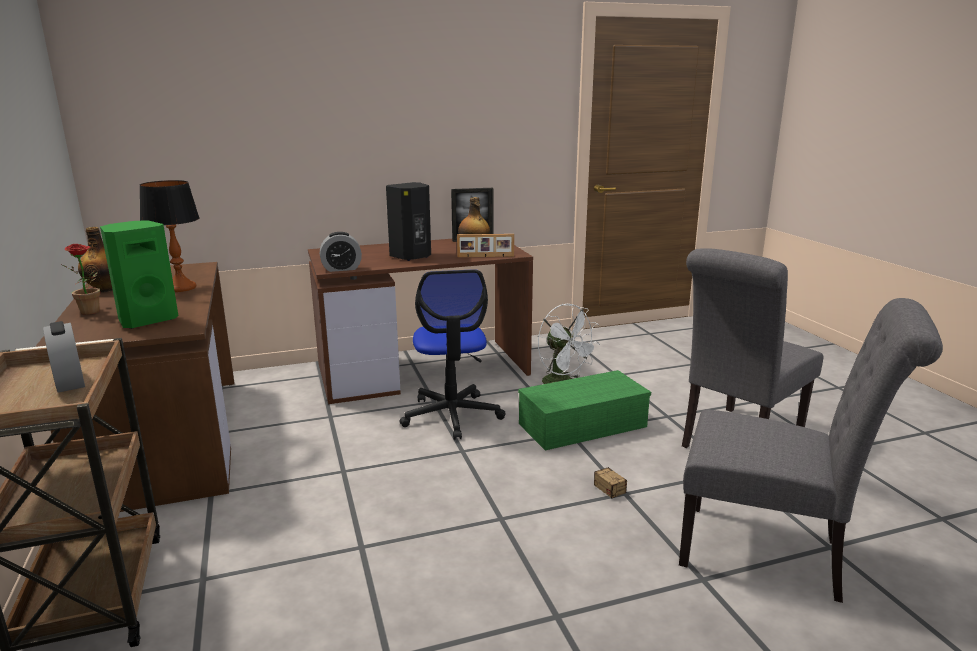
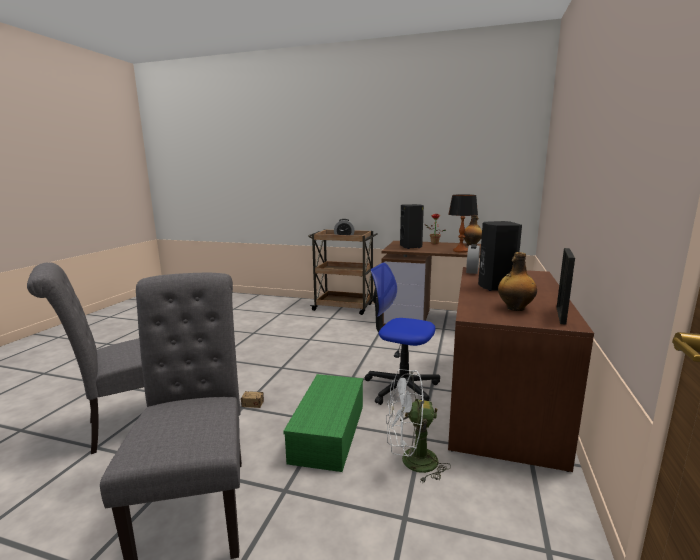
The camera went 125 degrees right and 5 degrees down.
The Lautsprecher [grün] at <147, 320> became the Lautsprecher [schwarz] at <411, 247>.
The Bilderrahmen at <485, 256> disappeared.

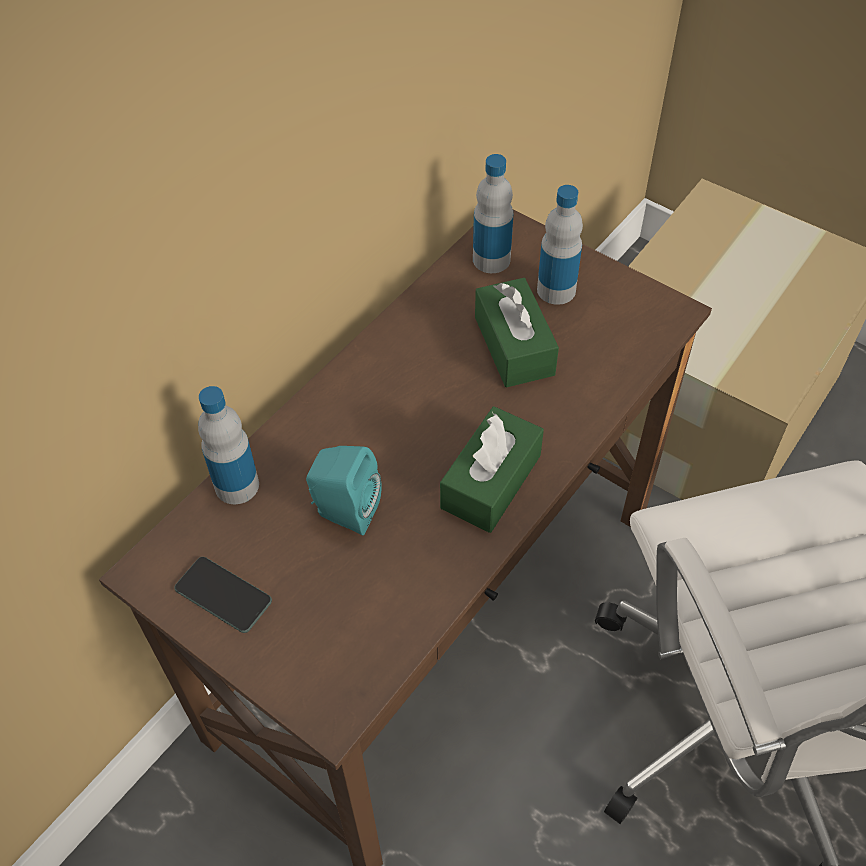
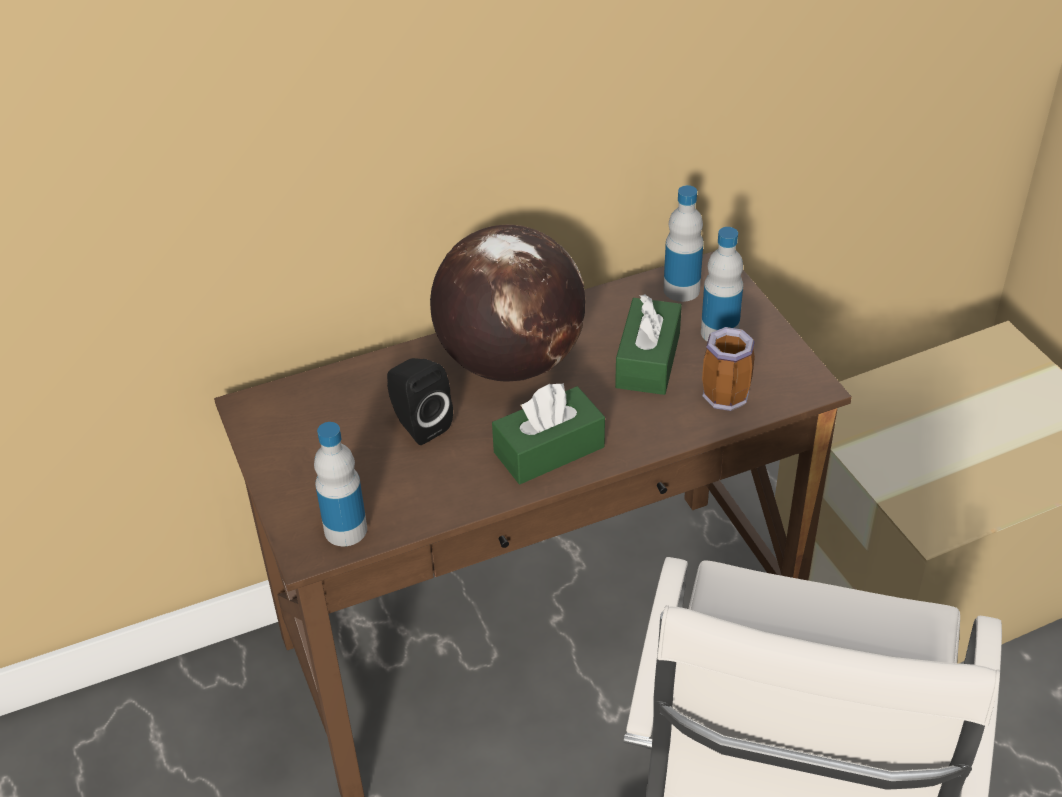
The camera went 30 degrees right and 10 degrees down.
The Flasche moved from <237, 485> to <345, 529>.
The Lautsprecher [türkis] at <344, 511> became the Lautsprecher [schwarz] at <418, 424>.
The Globus at <509, 361> appeared.
The Henkelbecher at <722, 392> appeared.
The Handy at <223, 595> disappeared.

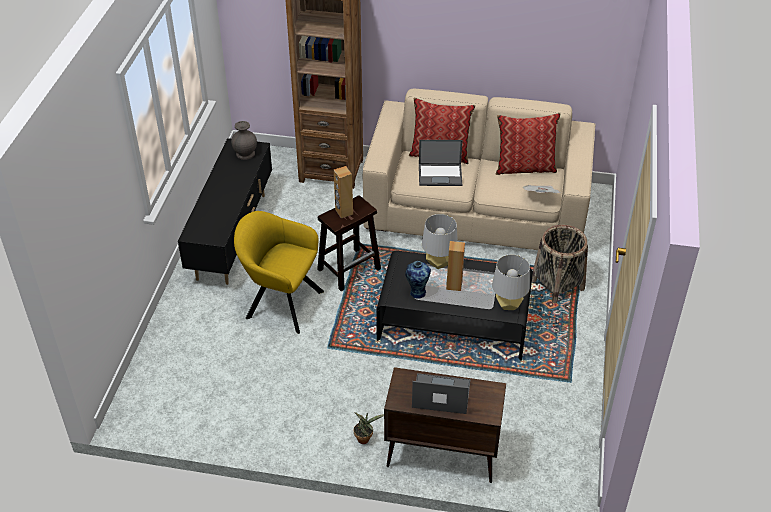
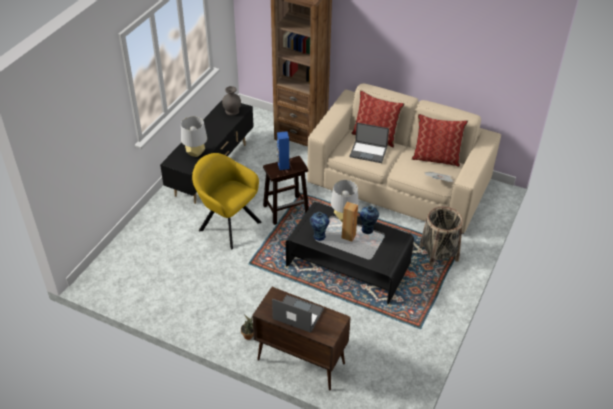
The camera went 15 degrees right and 0 degrees up.
The Tischlampe [grau] moved from <508, 305> to <195, 153>.
The Lautsprecher [braun] at <344, 212> became the Lautsprecher [blau] at <283, 166>.
The Vase at <368, 230> appeared.

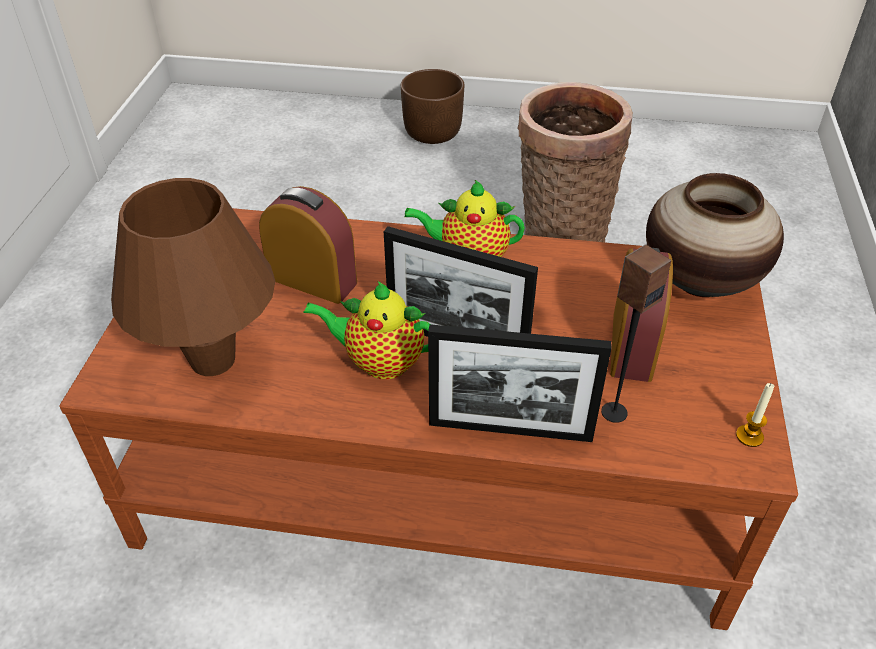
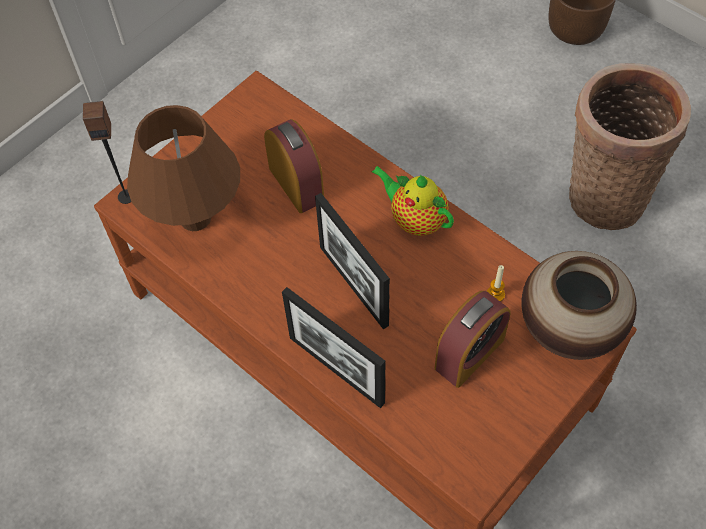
The camera went 35 degrees right and 15 degrees up.
The Lautsprecher moved from <613, 412> to <126, 196>.
The Kerze moved from <749, 436> to <495, 294>.
The Teekanne at <379, 362> disappeared.

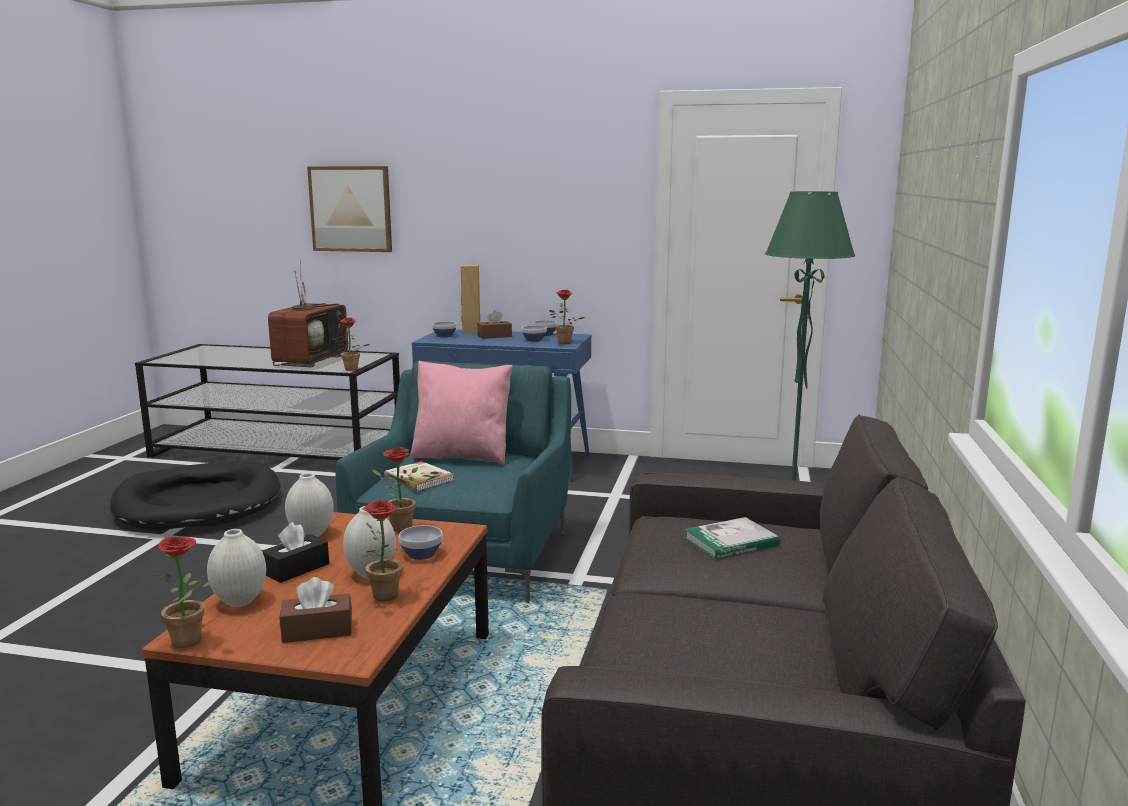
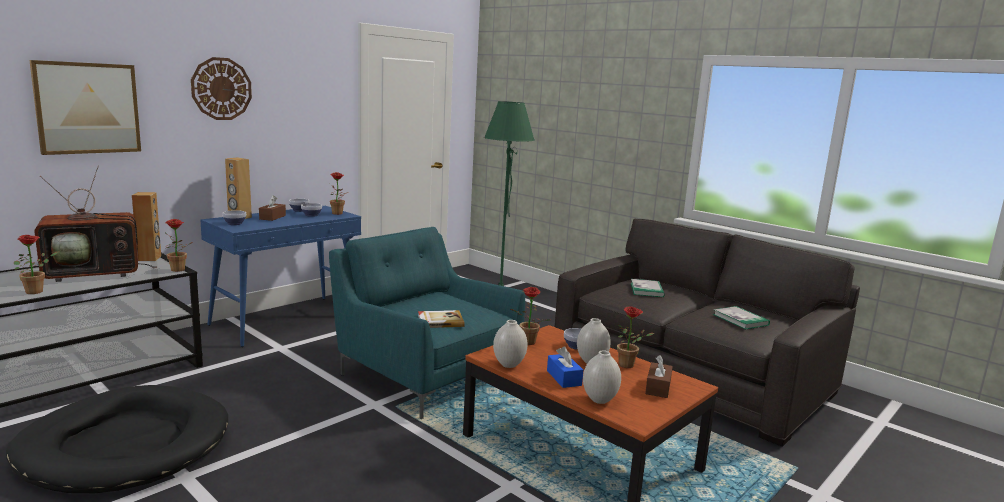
The camera went 60 degrees left and 0 degrees up.
The Topfpflanze moved from <193, 641> to <38, 291>.
The Fernseher at <310, 360> turned 105 degrees clockwise.
The Lautsprecher [braun] at <150, 258> appeared.
The Wanduhr at <221, 89> appeared.
The Taschentuchbox [schwarz] at <296, 569> became the Taschentuchbox [blau] at <564, 378>.
The Buch at <740, 320> appeared.
The Kissen [rosa] at <462, 456> disappeared.

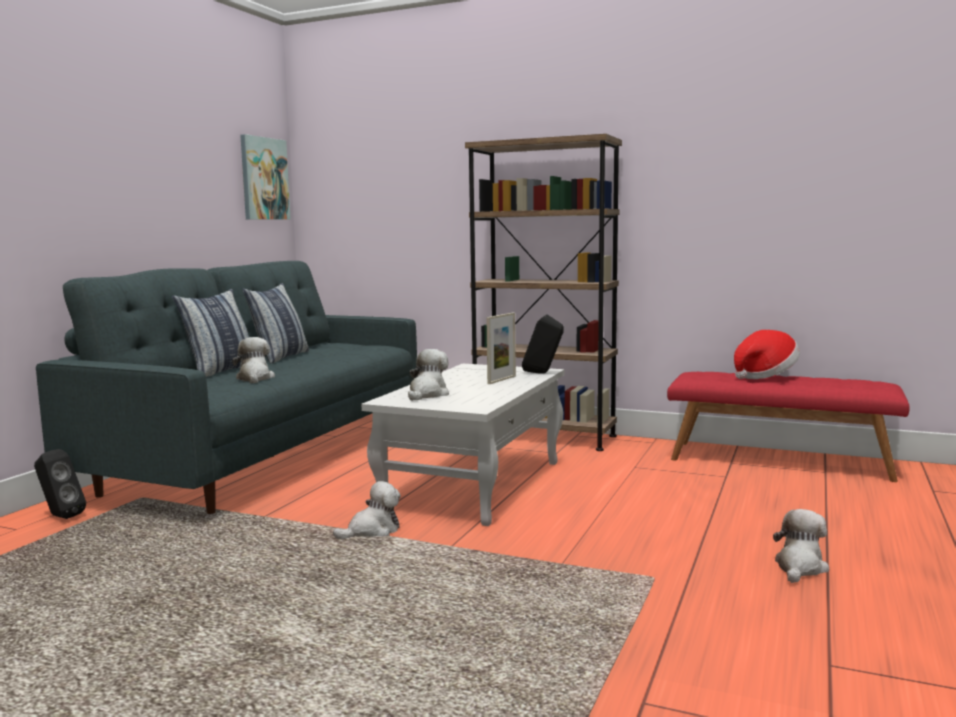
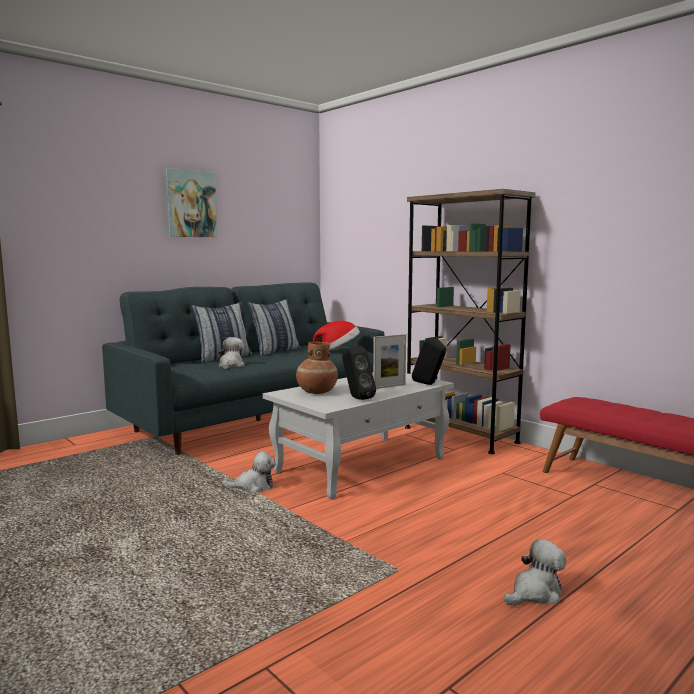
The camera went 25 degrees right and 0 degrees up.
The Bild moved from <264, 179> to <190, 204>.
The Plüschtier at <427, 394> was replaced by the Vase [braun] at <316, 392>.
The Hut moved from <764, 376> to <338, 350>.
The Lautsprecher [schwarz] moved from <60, 516> to <356, 398>.

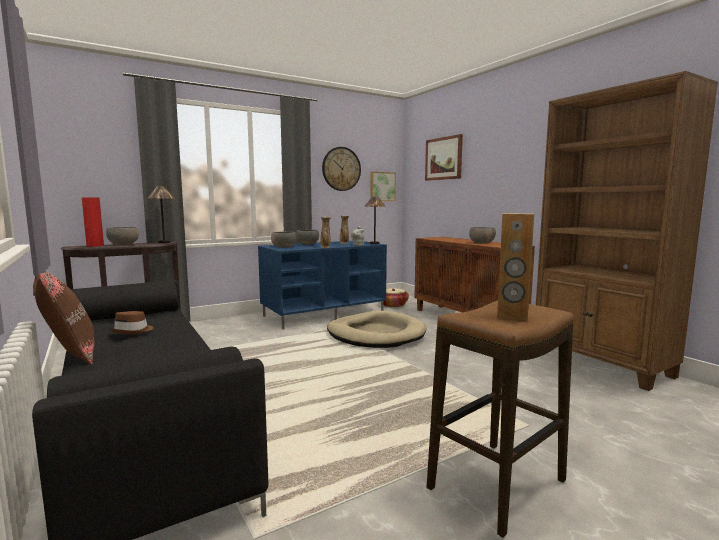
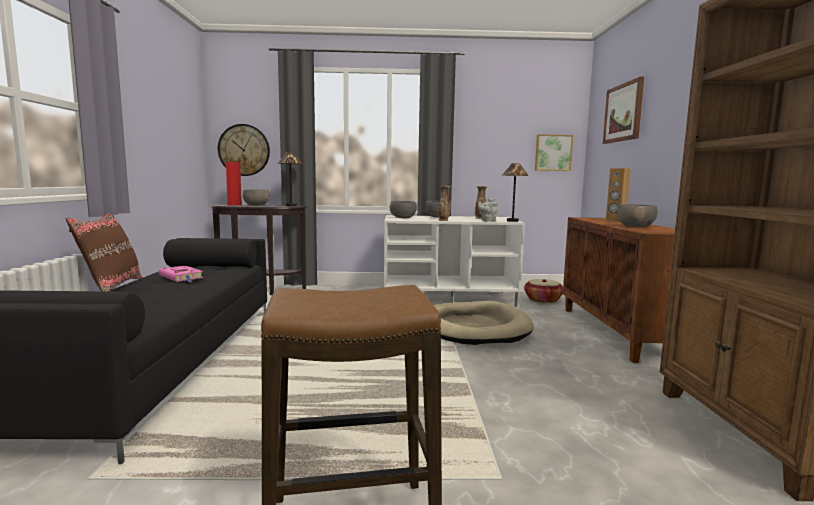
The camera went 30 degrees right and 0 degrees up.
The Hut [braun] at <133, 331> was replaced by the Buch [rosa] at <181, 277>.
The Wanduhr moved from <341, 169> to <244, 150>.
The Fernsehschrank [blau] at <324, 314> became the Fernsehschrank [weiß] at <449, 298>.
The Lautsprecher [braun] moved from <512, 315> to <615, 221>.

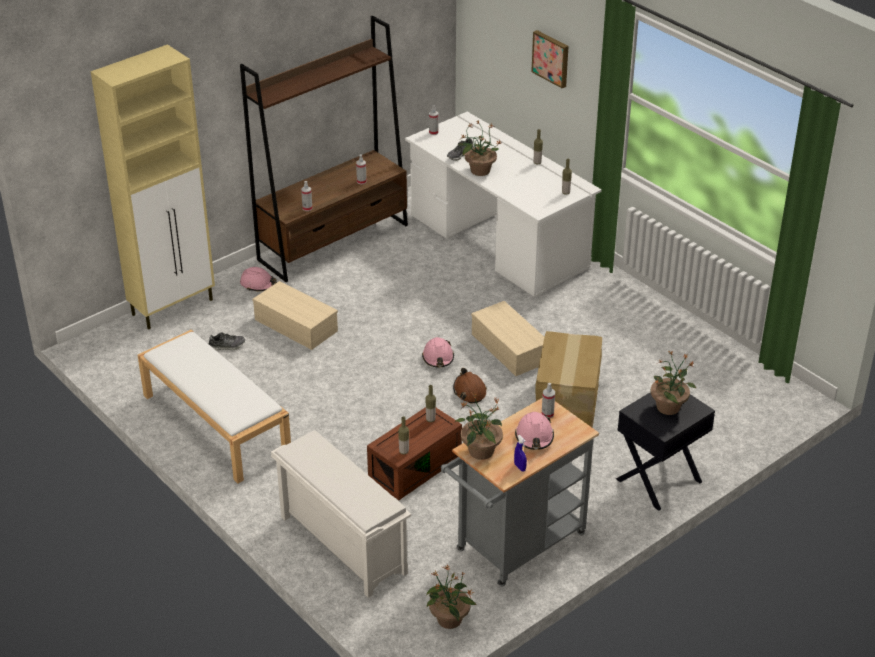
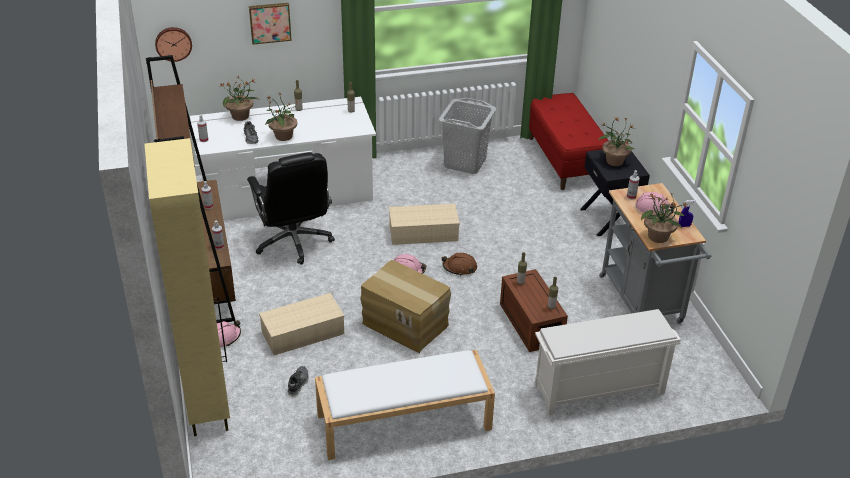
The camera went 65 degrees left and 0 degrees up.
The Wanduhr at <173, 43> appeared.
The Topfpflanze moved from <449, 620> to <241, 116>.
The Bürostuhl [schwarz] at <294, 241> appeared.
The Karton moved from <568, 402> to <405, 323>.
The Wäschekorb [grau] at <465, 162> appeared.
The Bank [rot] at <564, 160> appeared.

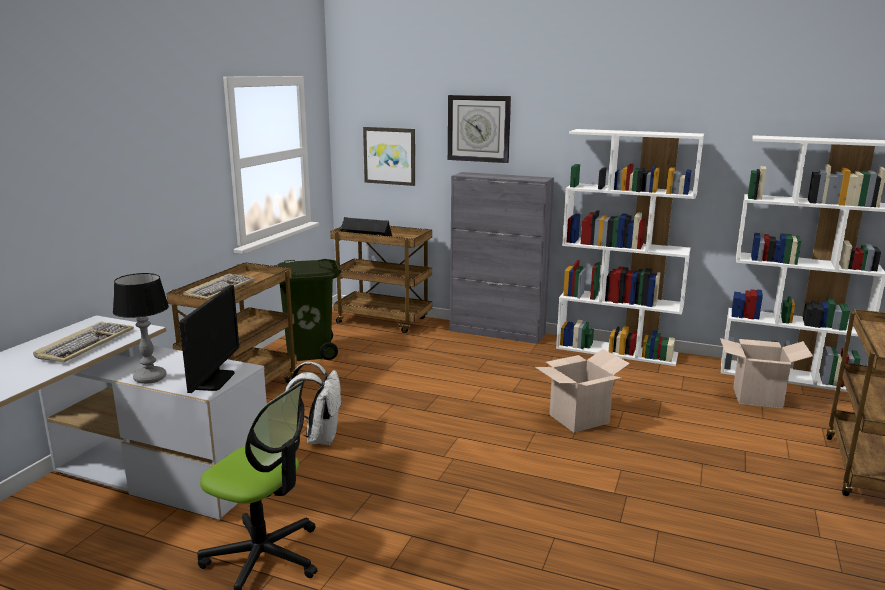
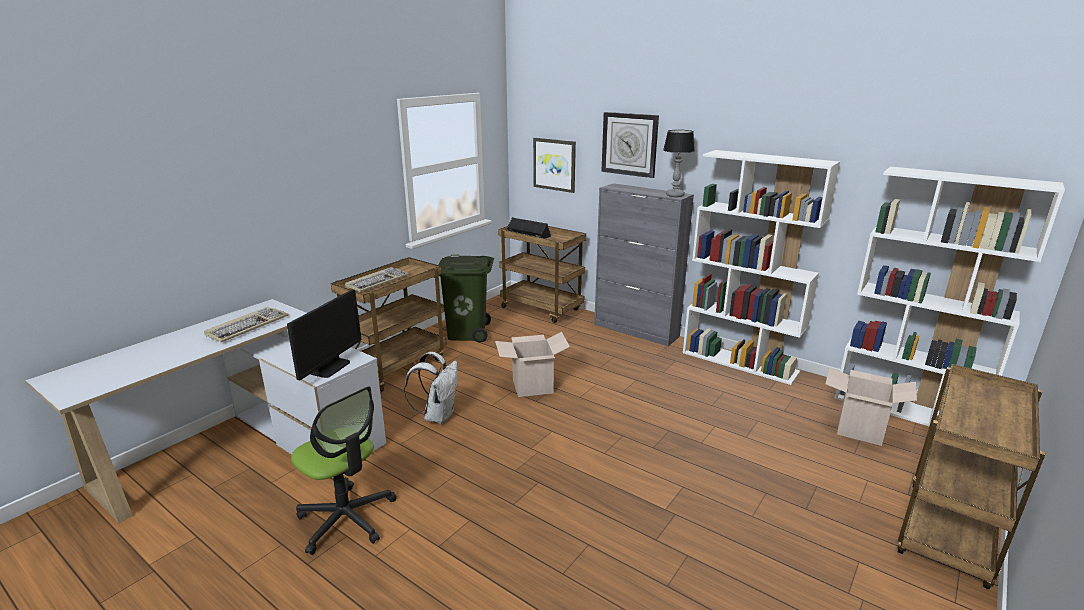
The camera went 15 degrees right and 5 degrees up.
The Karton moved from <578, 419> to <532, 386>.
The Tischlampe moved from <150, 378> to <675, 195>.

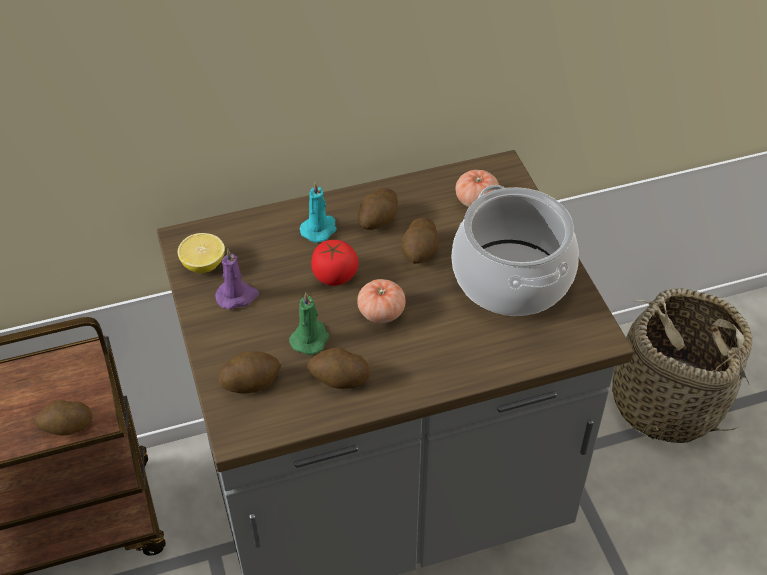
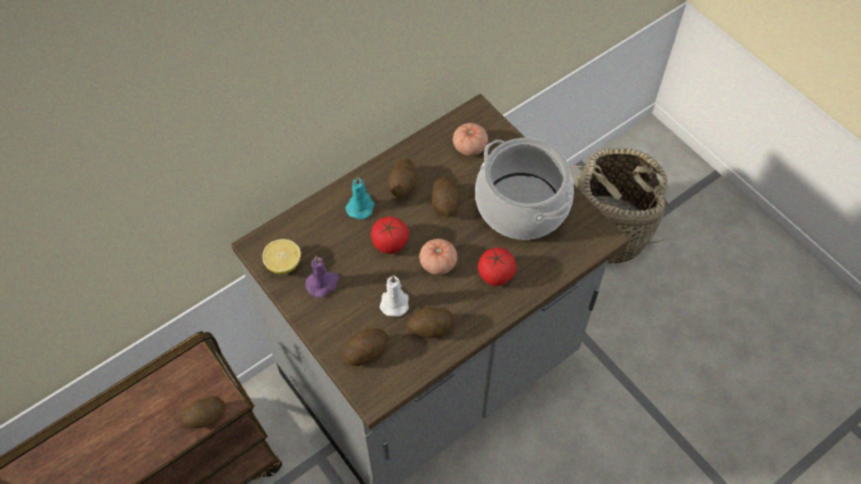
The camera went 20 degrees left and 10 degrees up.
The Kerze [grün] at <310, 338> became the Kerze [weiß] at <394, 301>.
The Tomate at <495, 274> appeared.

